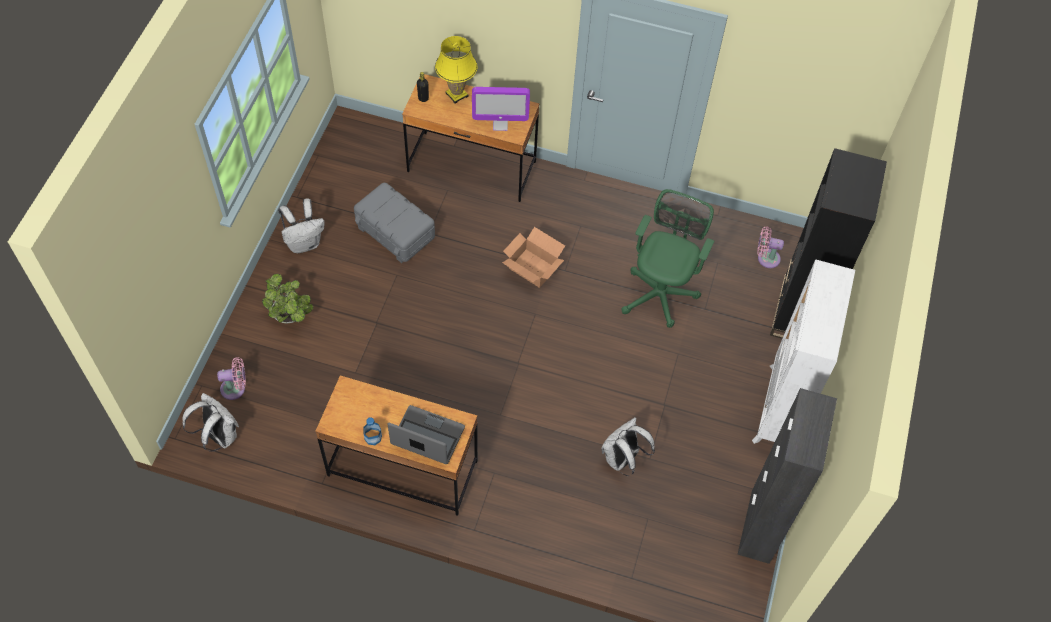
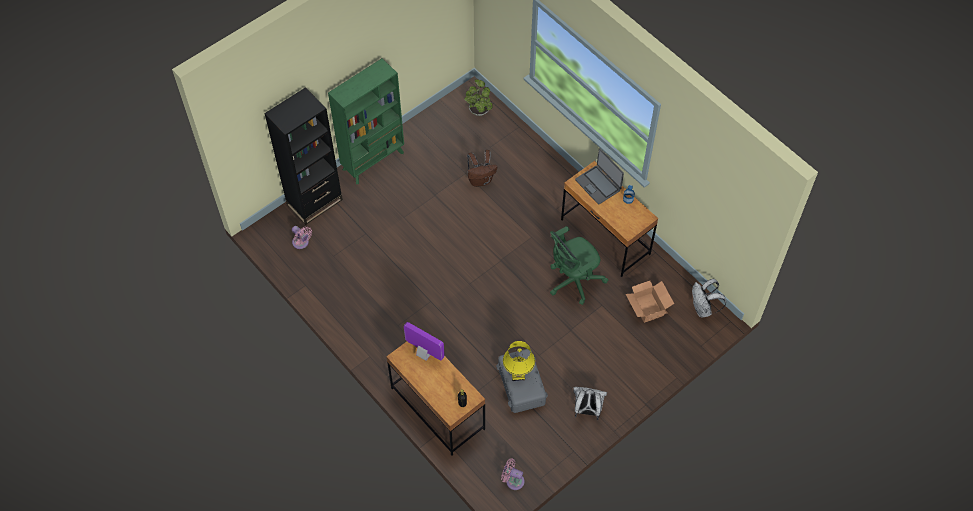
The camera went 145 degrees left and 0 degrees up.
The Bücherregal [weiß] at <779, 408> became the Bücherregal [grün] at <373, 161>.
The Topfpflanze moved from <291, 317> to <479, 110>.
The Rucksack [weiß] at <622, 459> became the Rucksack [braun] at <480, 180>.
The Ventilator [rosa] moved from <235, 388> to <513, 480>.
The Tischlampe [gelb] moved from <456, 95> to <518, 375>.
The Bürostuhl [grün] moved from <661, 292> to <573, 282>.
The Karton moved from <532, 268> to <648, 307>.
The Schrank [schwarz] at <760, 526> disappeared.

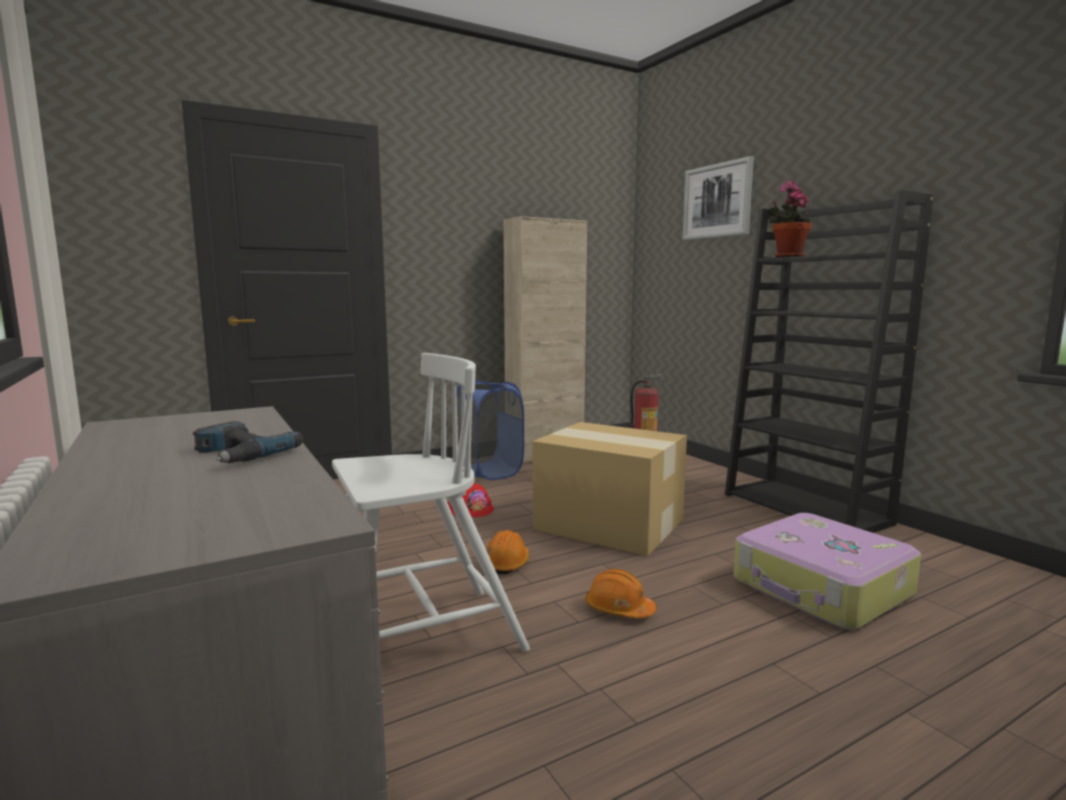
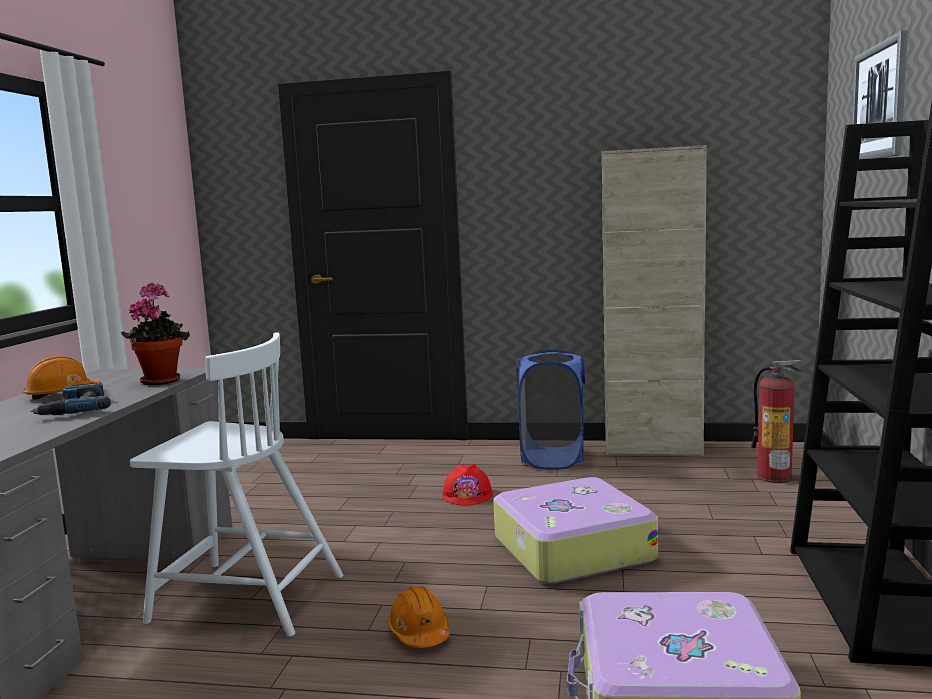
The camera went 40 degrees right and 0 degrees up.
The Schutzhelm [orange] moved from <506, 563> to <62, 394>.
The Topfpflanze moved from <786, 257> to <161, 380>.
The Karton at <610, 525> was replaced by the Koffer at <571, 548>.

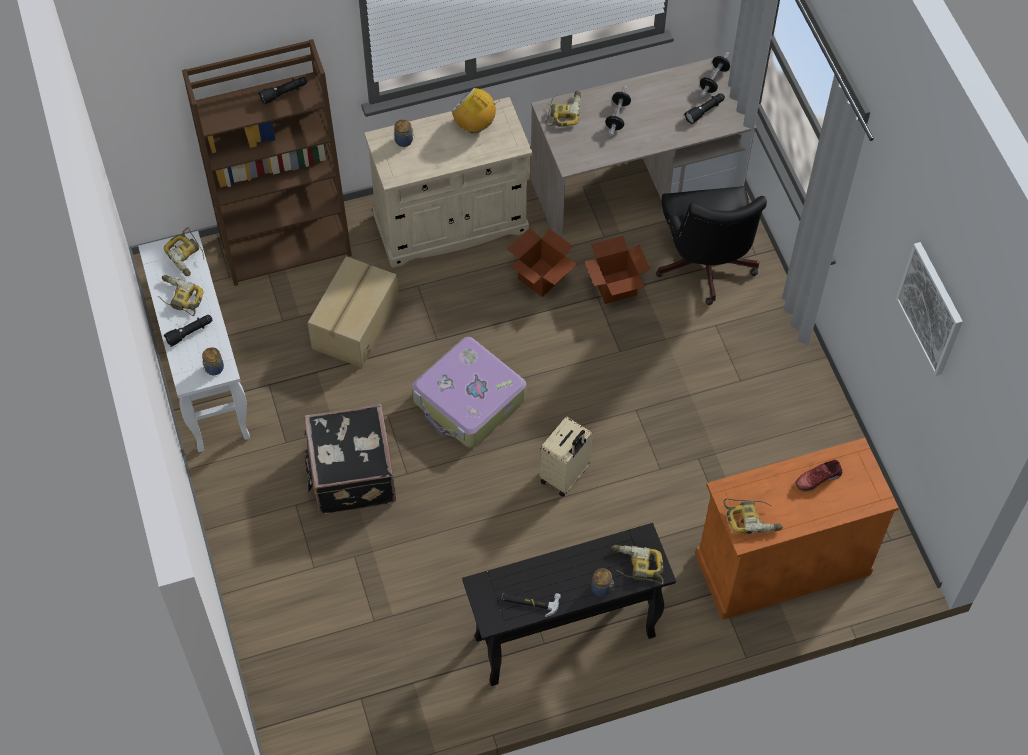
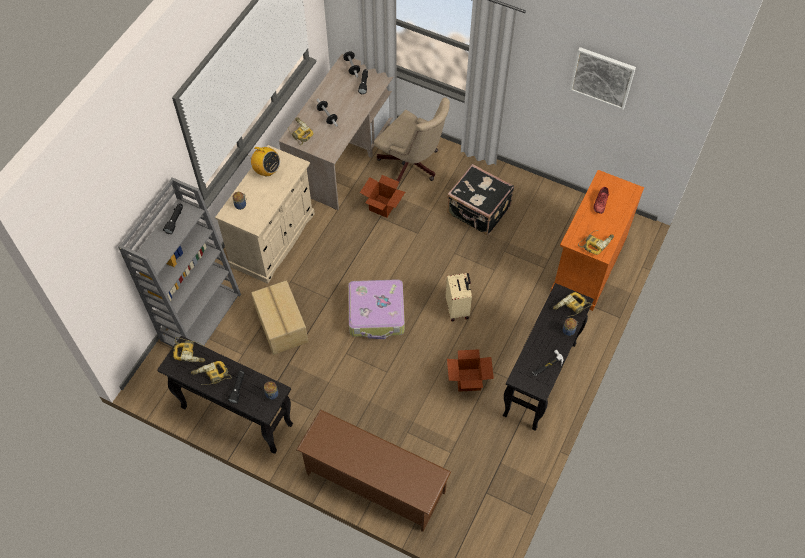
The camera went 45 degrees left and 0 degrees up.
The Bücherregal [braun] at <286, 244> became the Bücherregal [grau] at <201, 316>.
The Konsolentisch [weiß] at <205, 379> became the Konsolentisch [schwarz] at <236, 416>.
The Radio at <474, 125> turned 135 degrees counterclockwise.
The Schuhregal [braun] at <374, 483> appeared.
The Bürostuhl [schwarz] at <705, 268> became the Bürostuhl [beige] at <412, 166>.
The Koffer [schwarz] moved from <350, 475> to <478, 211>.
The Karton moved from <541, 277> to <468, 380>.

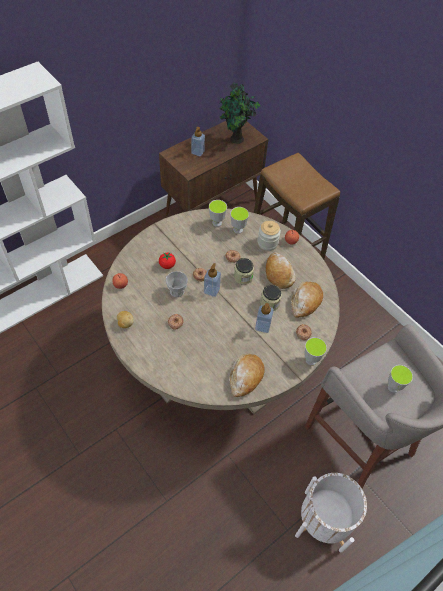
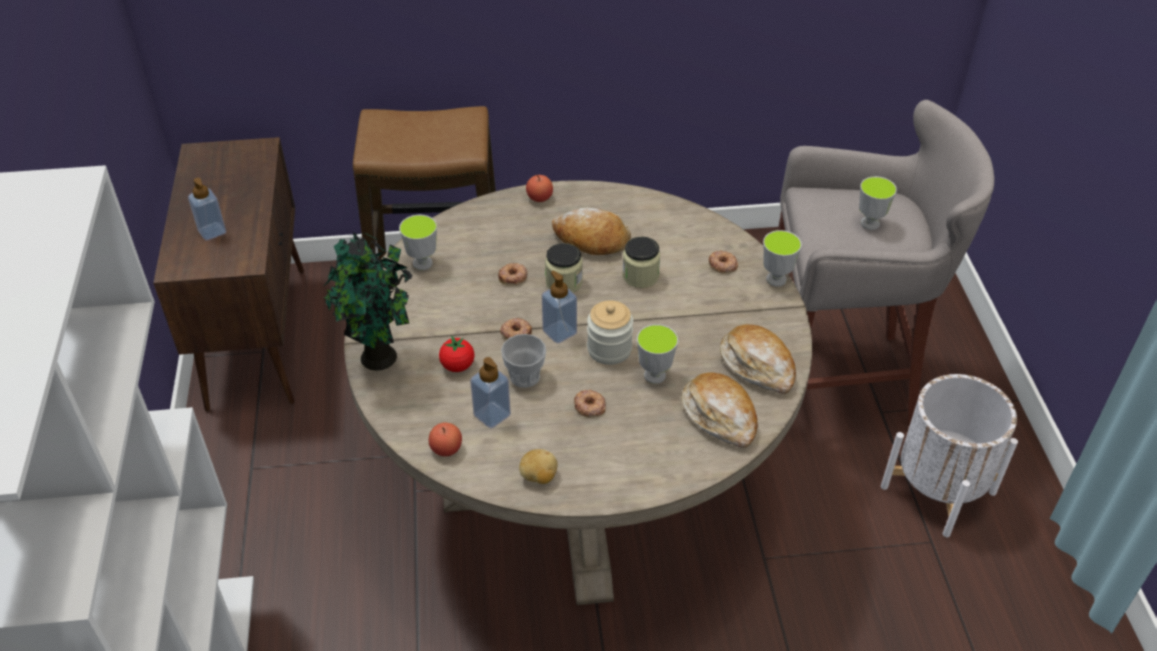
The camera went 55 degrees left and 10 degrees down.
The Topfpflanze moved from <236, 139> to <380, 359>.
The Seifenspender moved from <262, 326> to <492, 415>.
The Vorratsglas moved from <267, 243> to <609, 349>.
The Tasse moved from <238, 230> to <654, 375>.
The Brot moved from <305, 302> to <720, 416>.

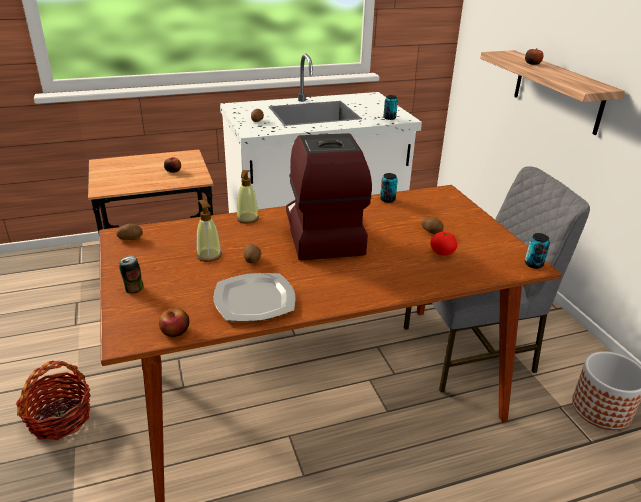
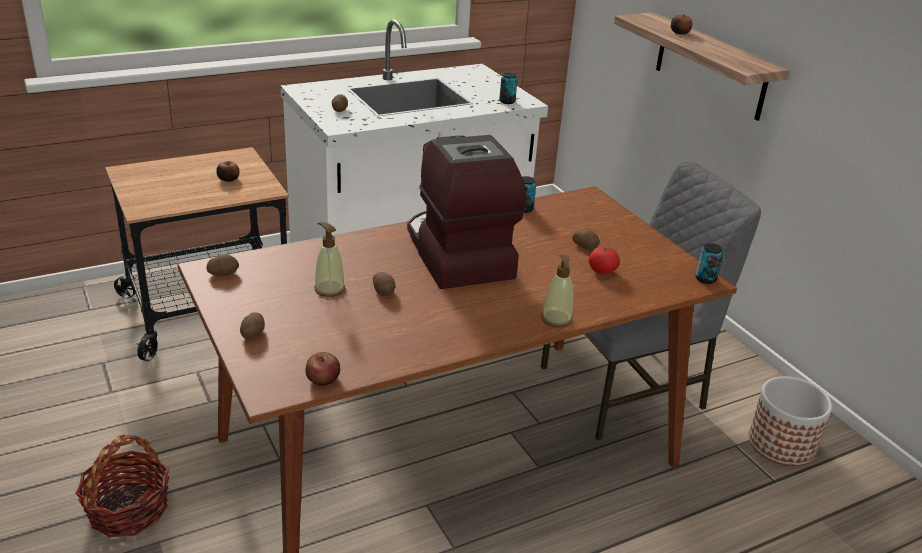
The camera went 10 degrees left and 0 degrees up.
The Dose at <134, 288> was replaced by the Kartoffel at <253, 334>.
The Seifenspender moved from <247, 218> to <556, 319>.
The Teller at <253, 299> disappeared.

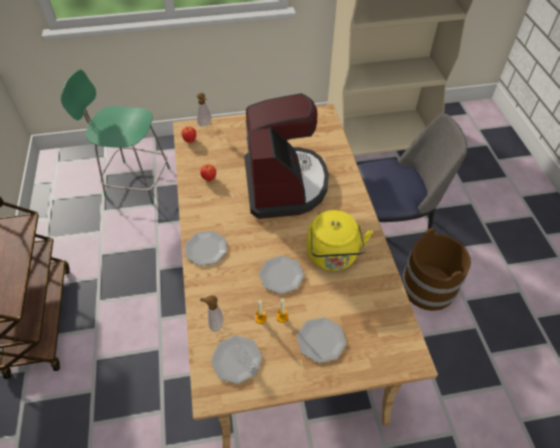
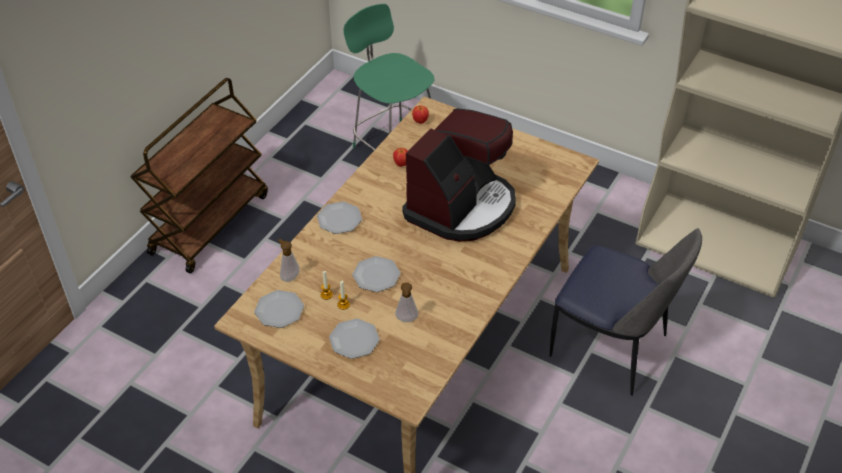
The camera went 40 degrees right and 5 degrees down.
The Seifenspender moved from <205, 125> to <406, 320>.
The Wasserkessel [gelb] at <333, 257> disappeared.
The Eimer [braun] at <428, 287> disappeared.

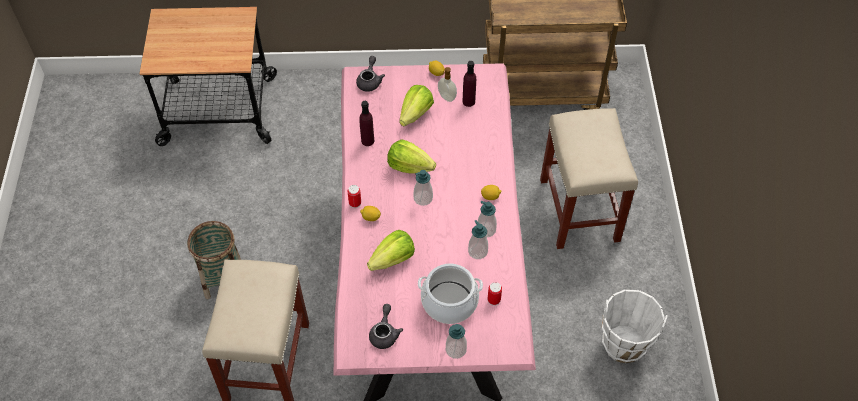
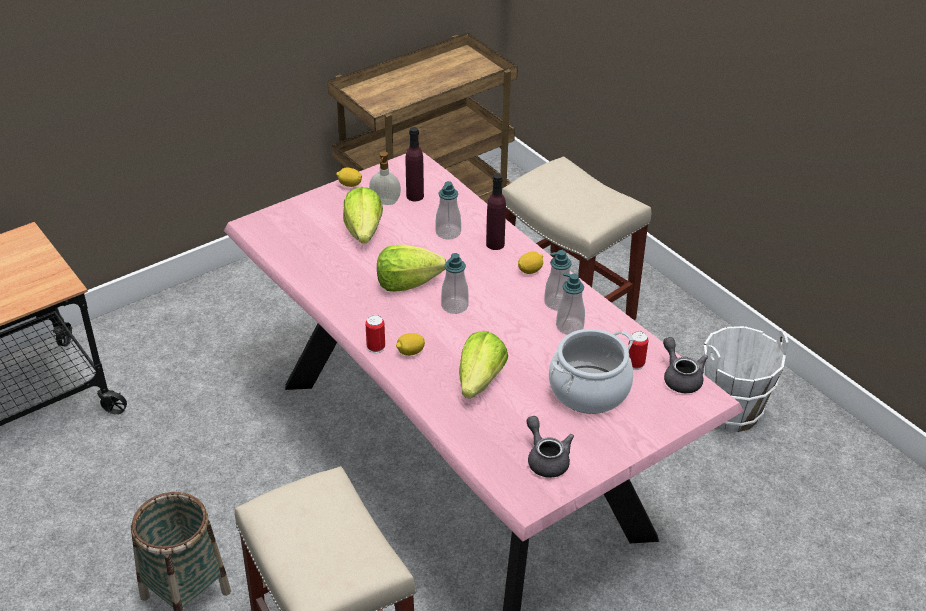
The camera went 35 degrees left and 15 degrees down.
The Seifenspender moved from <456, 349> to <448, 232>.
The Flasche [lila] moved from <367, 141> to <495, 244>.
The Teekanne [grau] moved from <370, 81> to <680, 377>.

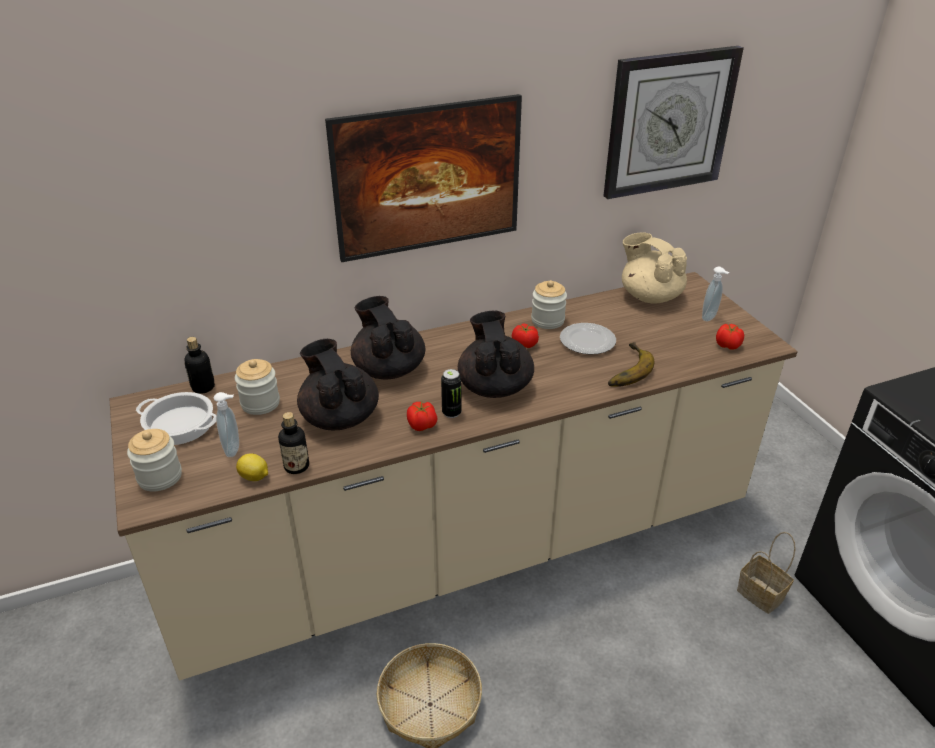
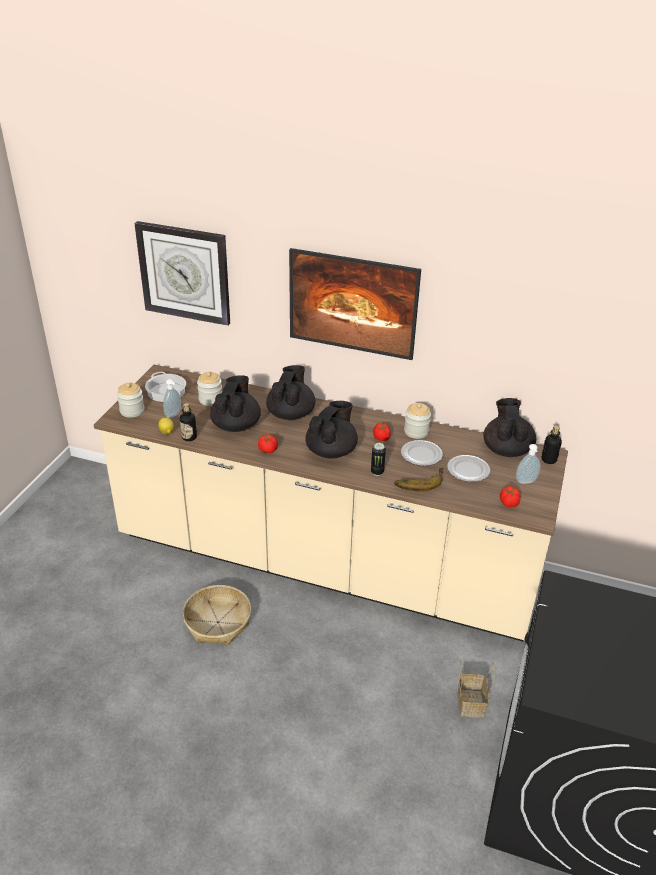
The camera went 40 degrees right and 0 degrees up.
The Wanduhr moved from <669, 122> to <184, 273>.
The Dose moved from <451, 413> to <377, 472>.
The Teller at <467, 470> appeared.
The Teekanne [beige] at <649, 296> became the Teekanne [schwarz] at <506, 449>.
The Flasche moved from <203, 387> to <549, 460>.

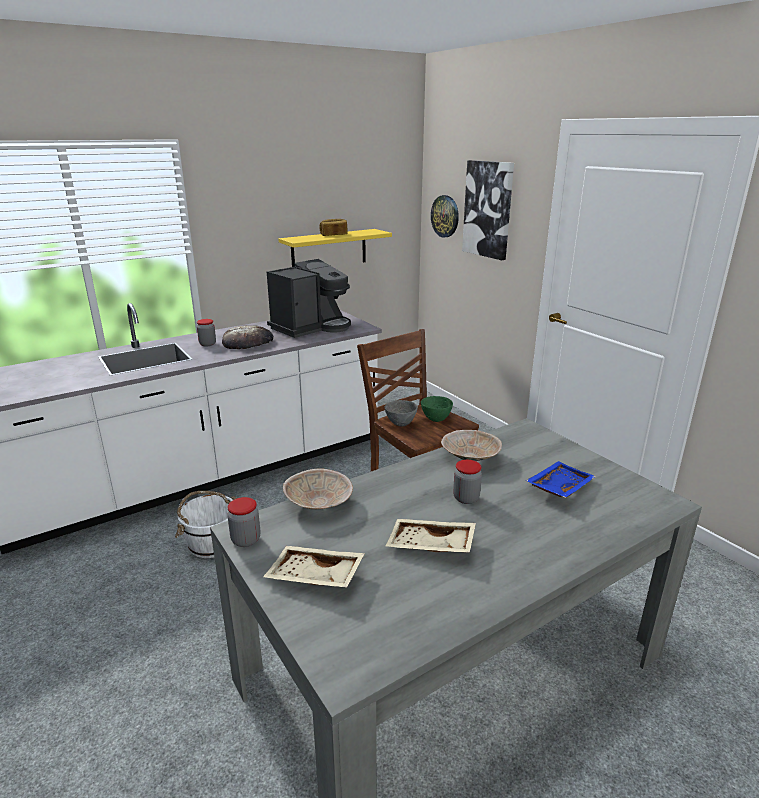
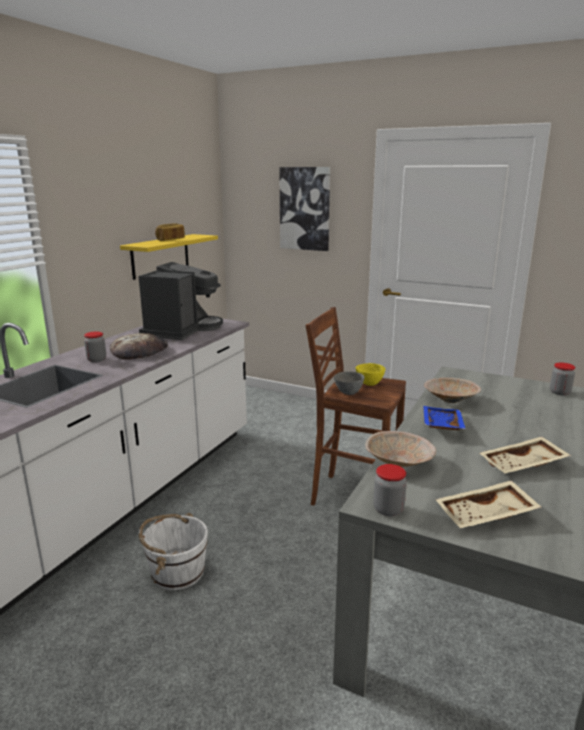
The camera went 30 degrees left and 5 degrees down.
The Schüssel [grün] at <435, 419> became the Schüssel [gelb] at <369, 384>.
The Tablett [blau] moved from <558, 487> to <440, 425>.
The Vorratsglas moved from <466, 498> to <559, 392>.
The Wanduhr at <445, 216> disappeared.

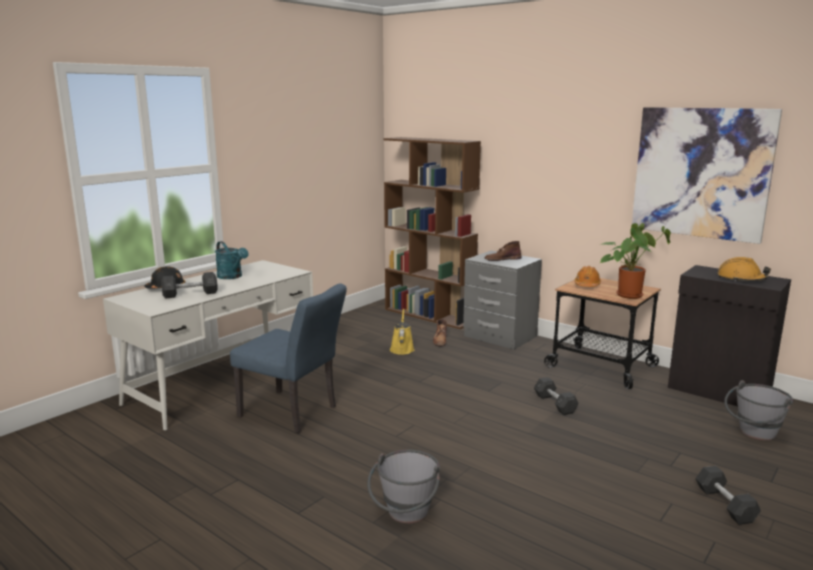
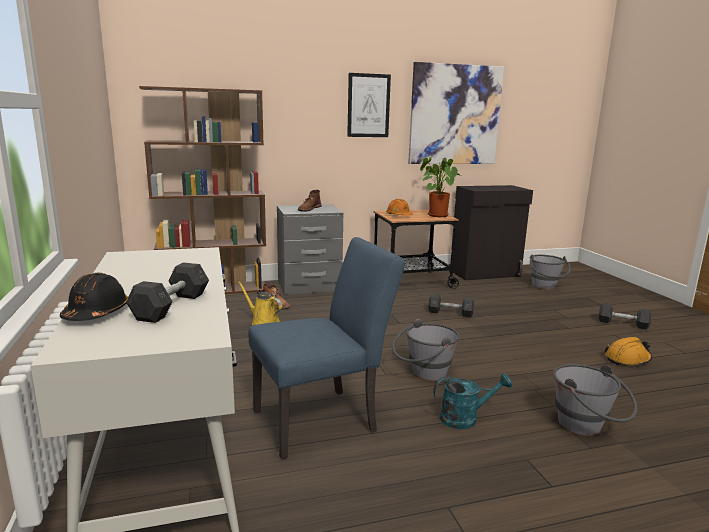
The camera went 55 degrees left and 0 degrees up.
The Bild at <368, 105> appeared.
The Eimer [grau] at <423, 374> appeared.
The Gießkanne [türkis] moved from <232, 277> to <465, 418>.
The Schutzhelm [orange] moved from <741, 279> to <627, 359>.

